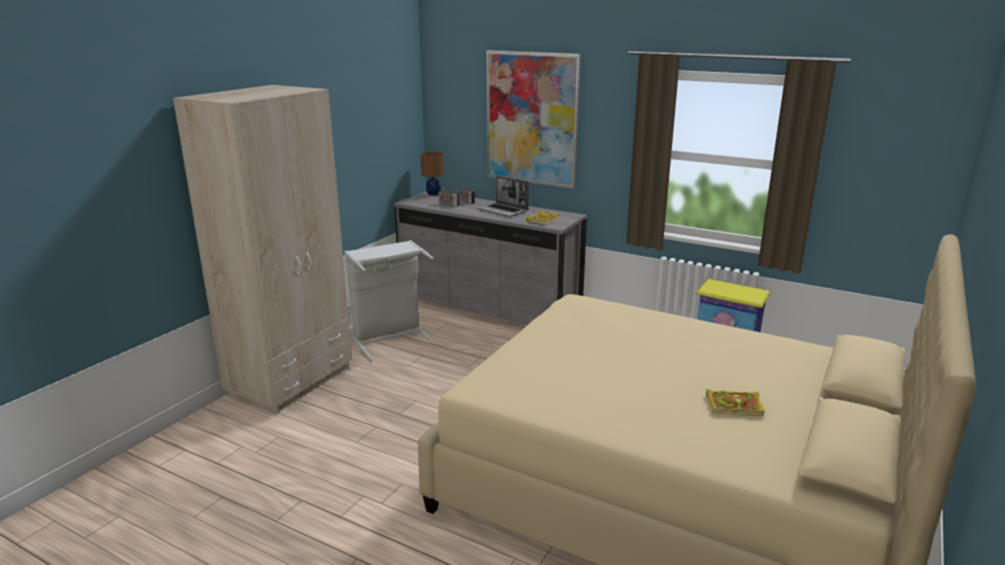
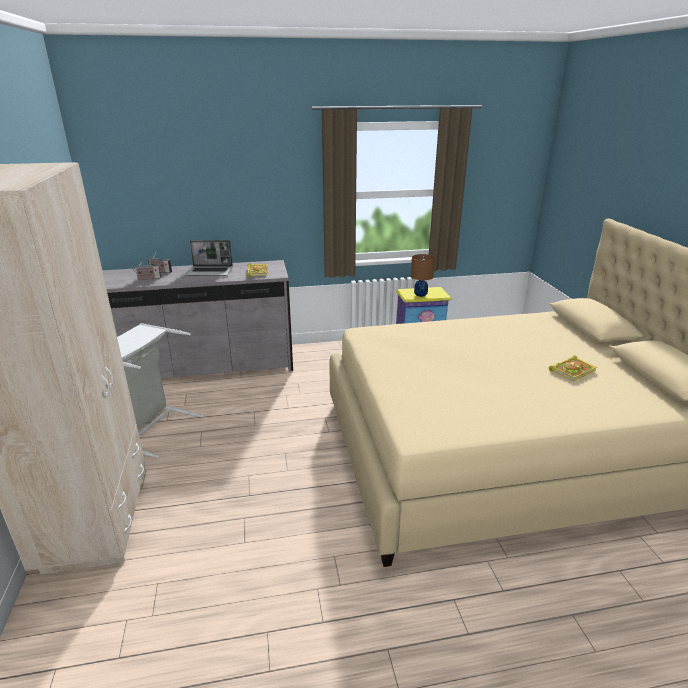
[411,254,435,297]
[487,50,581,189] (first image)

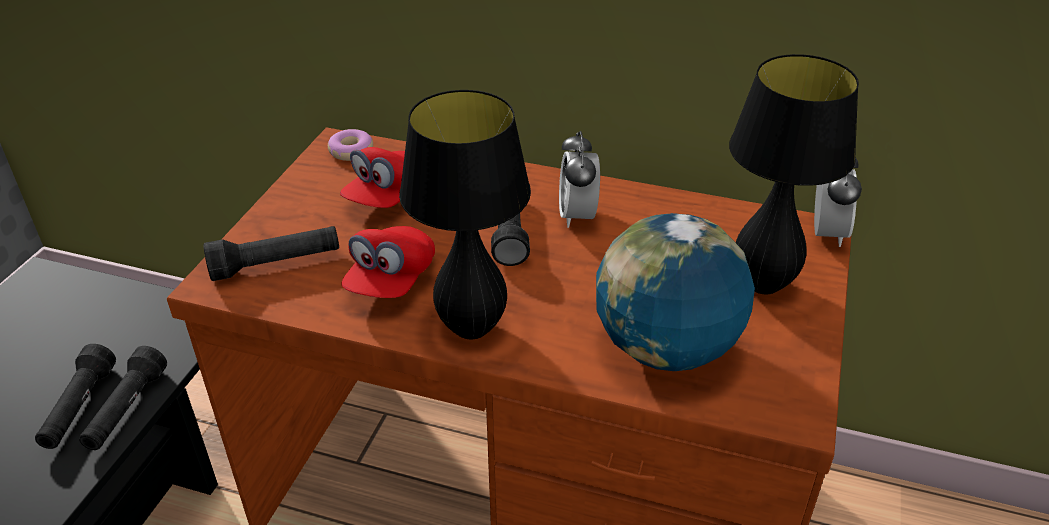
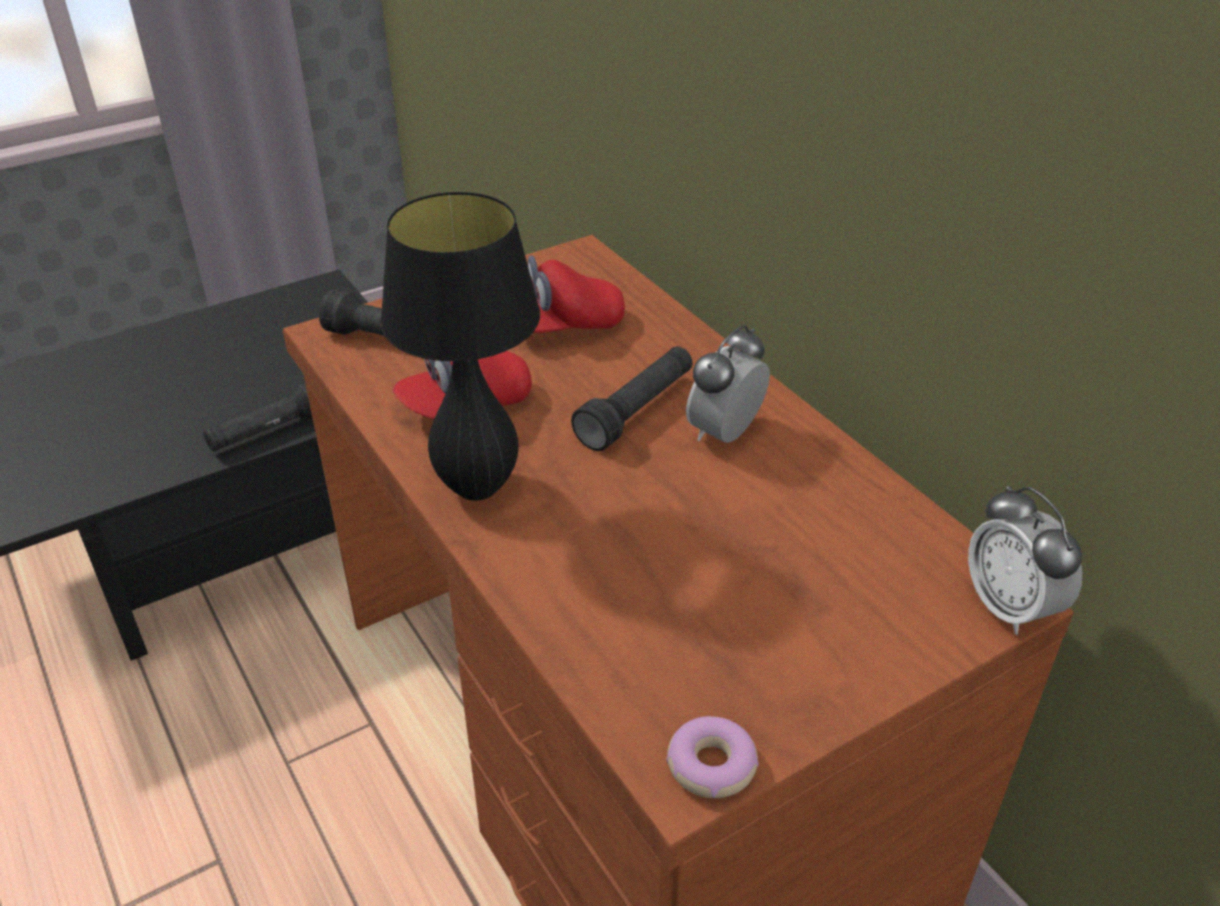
[35,344,116,449] (first image)
[667,716,759,798]
[596,213,755,371] (first image)
[729,54,859,294] (first image)
[968,486,1082,635]

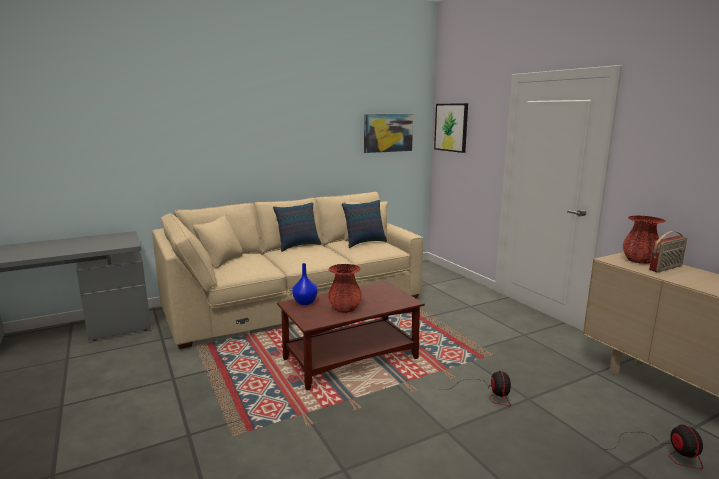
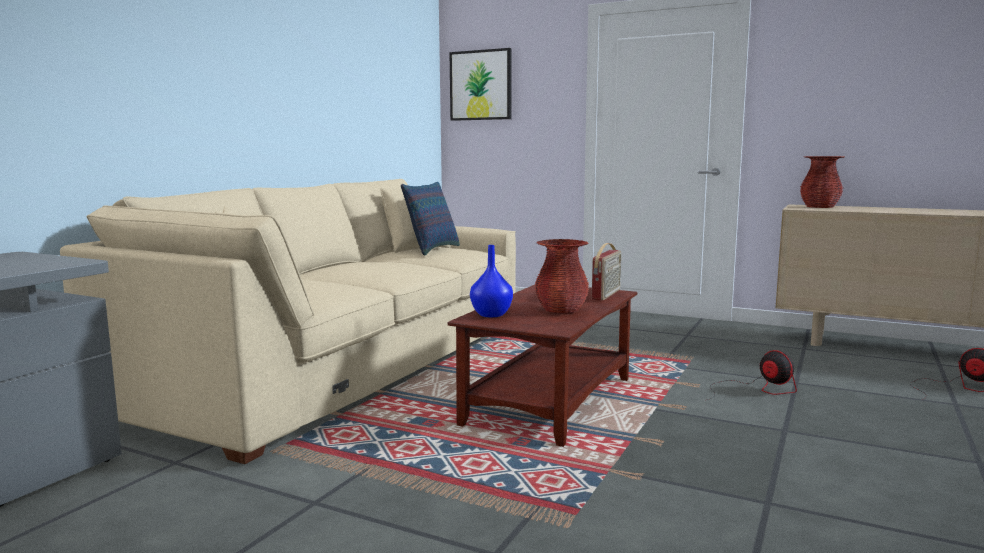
[273,202,321,252] (first image)
[364,114,413,153] (first image)
[592,243,621,301]

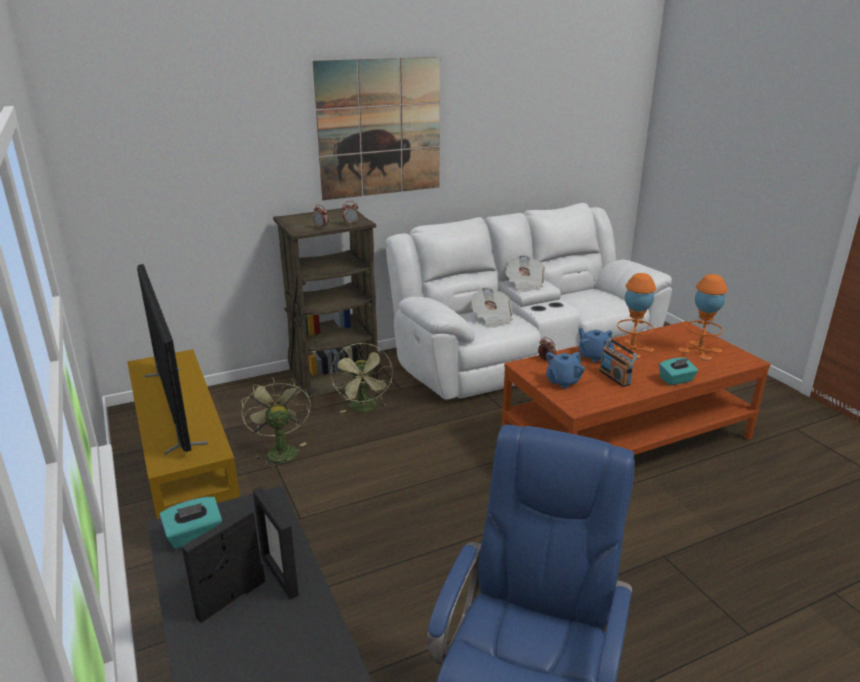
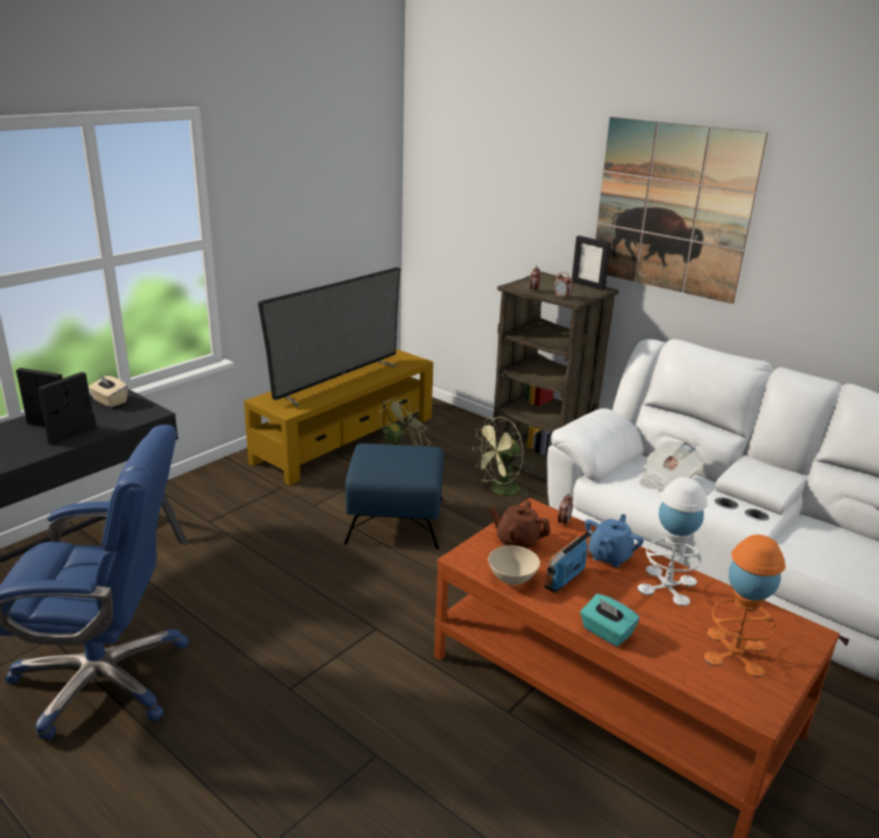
[88,374,128,407]
[505,255,545,292] (first image)
[489,501,551,549]
[638,477,708,606]
[344,443,444,549]
[488,546,540,585]
[572,236,611,290]

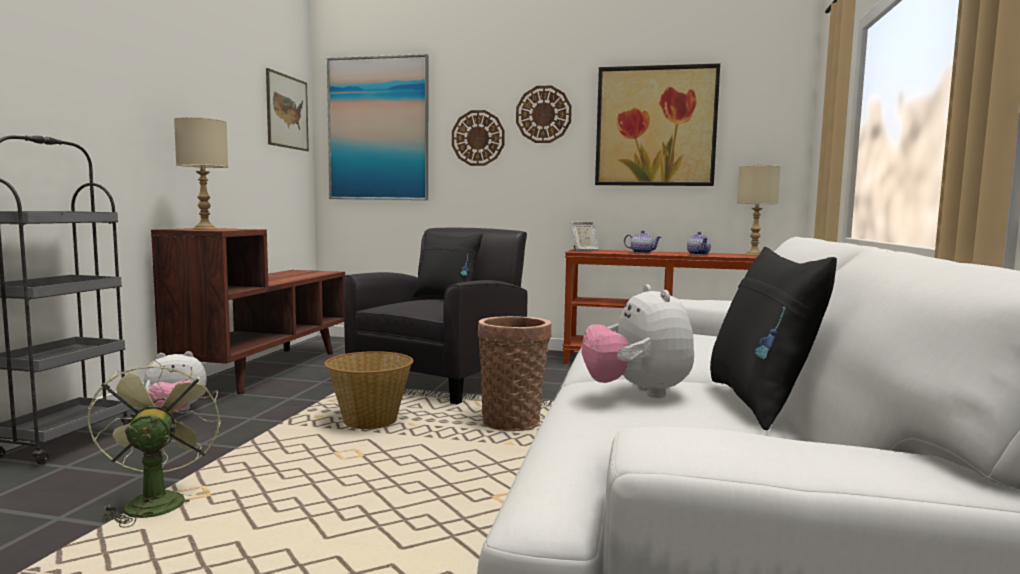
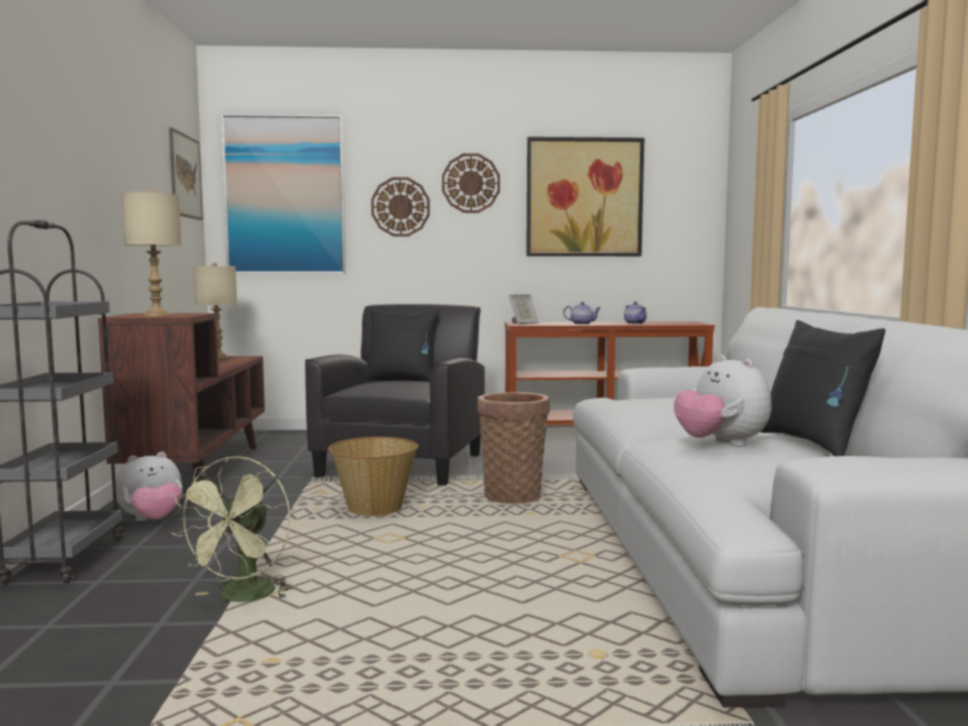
[171,456,294,602]
[193,262,237,359]

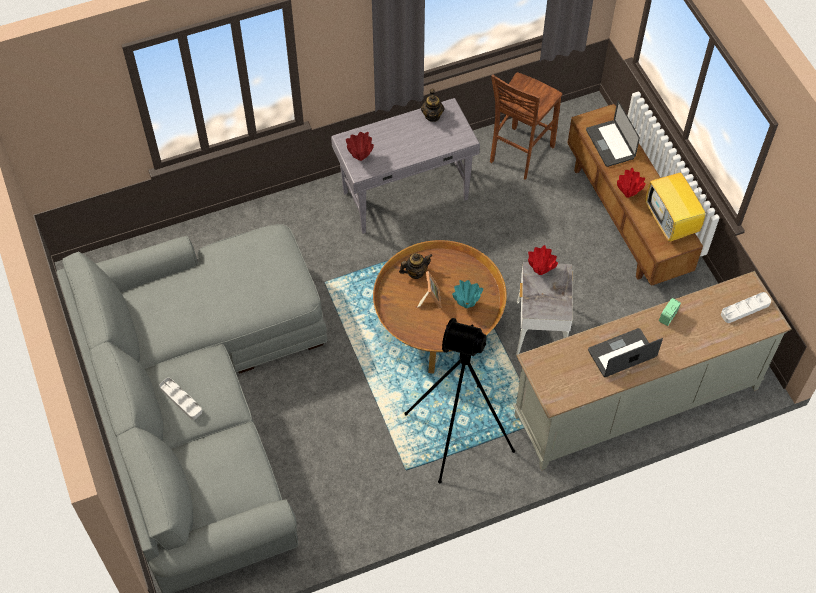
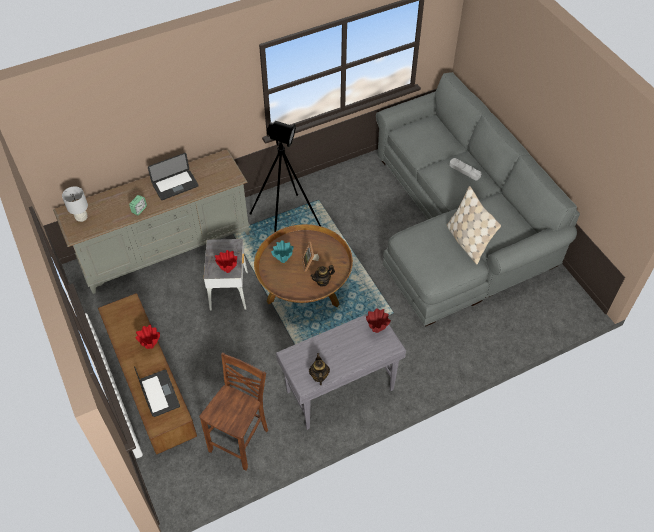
[645,172,707,242] (first image)
[62,186,88,222]
[447,186,501,264]

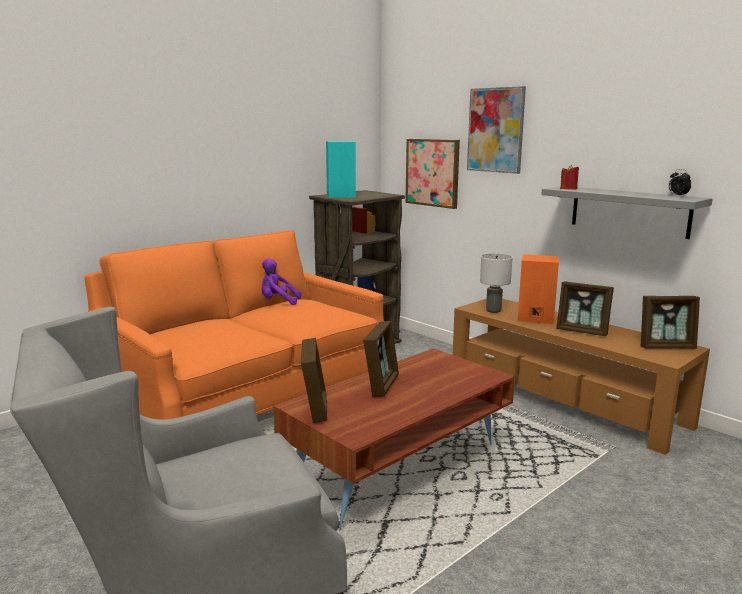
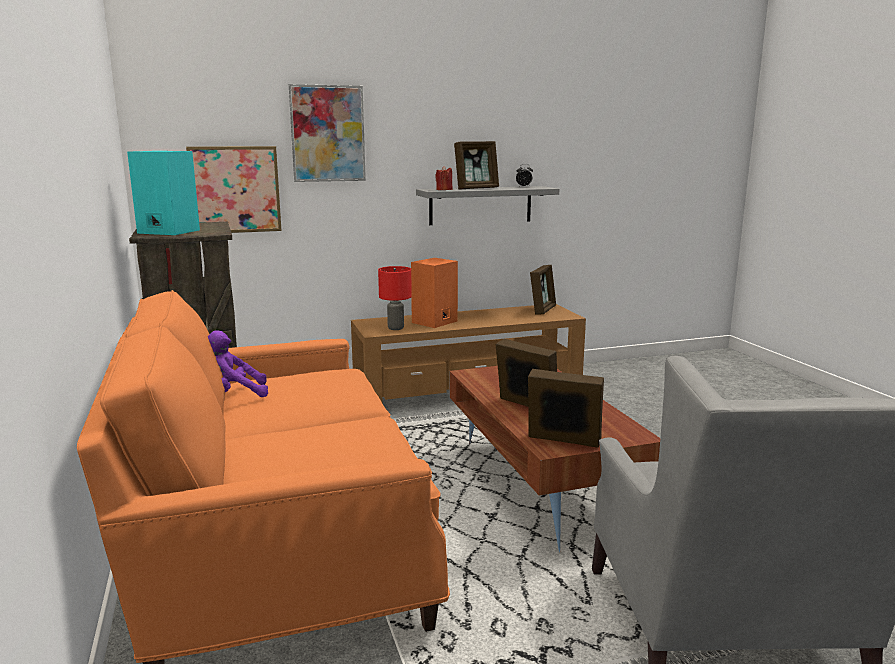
[208,330,268,397]
[378,266,412,330]
[454,141,499,190]

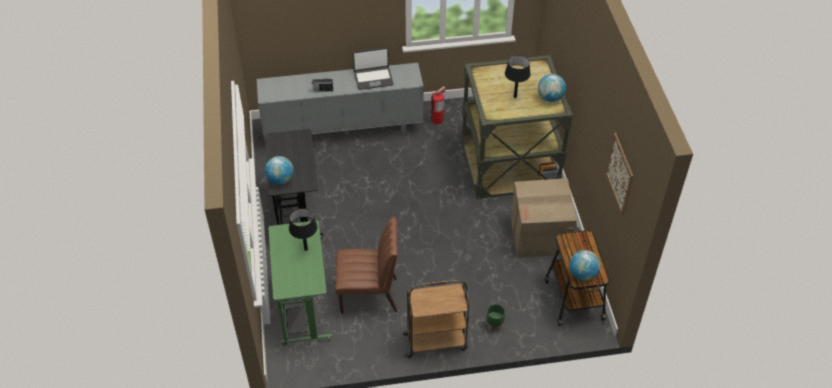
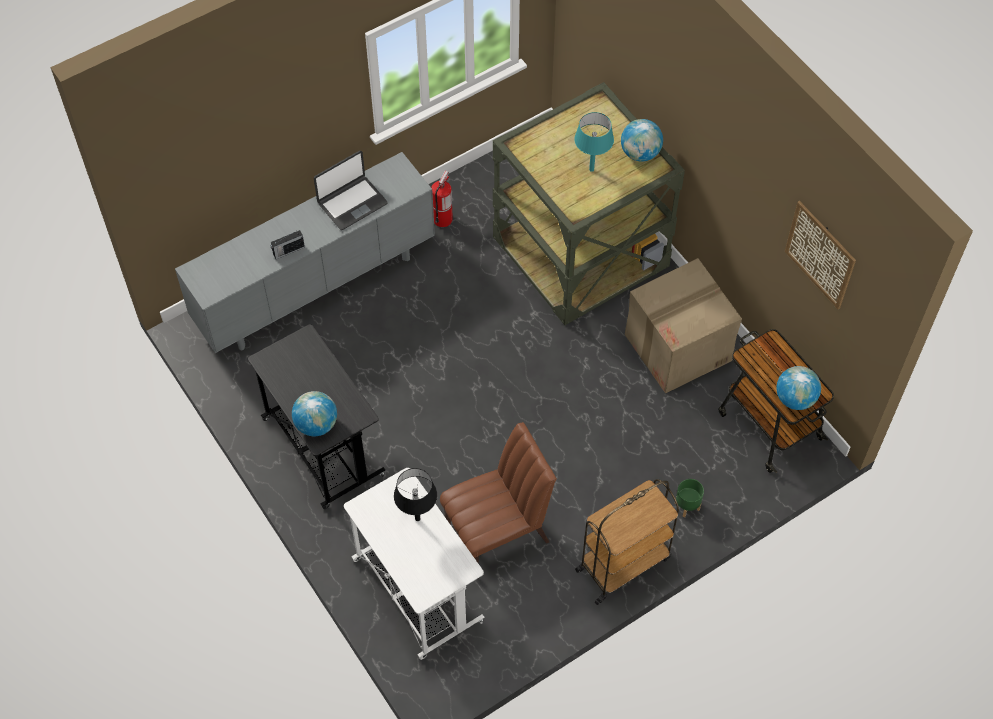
[344,468,484,660]
[574,112,614,172]

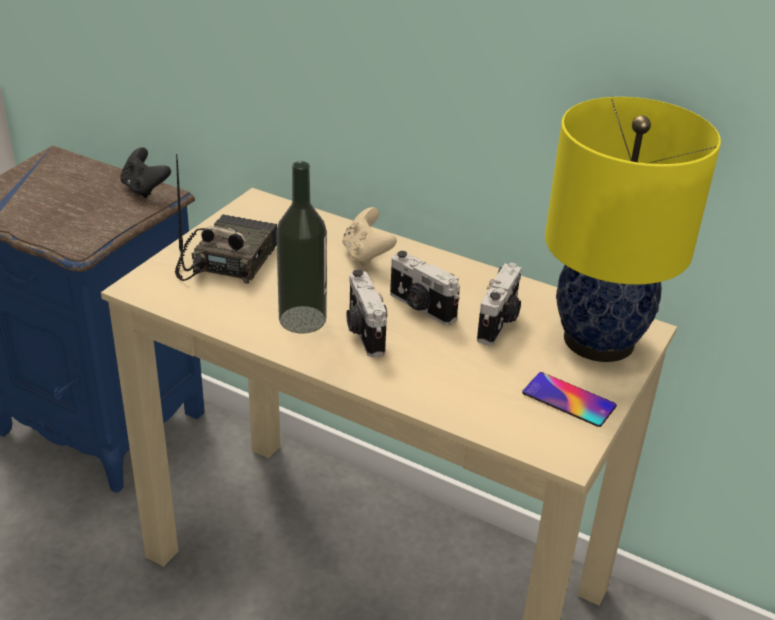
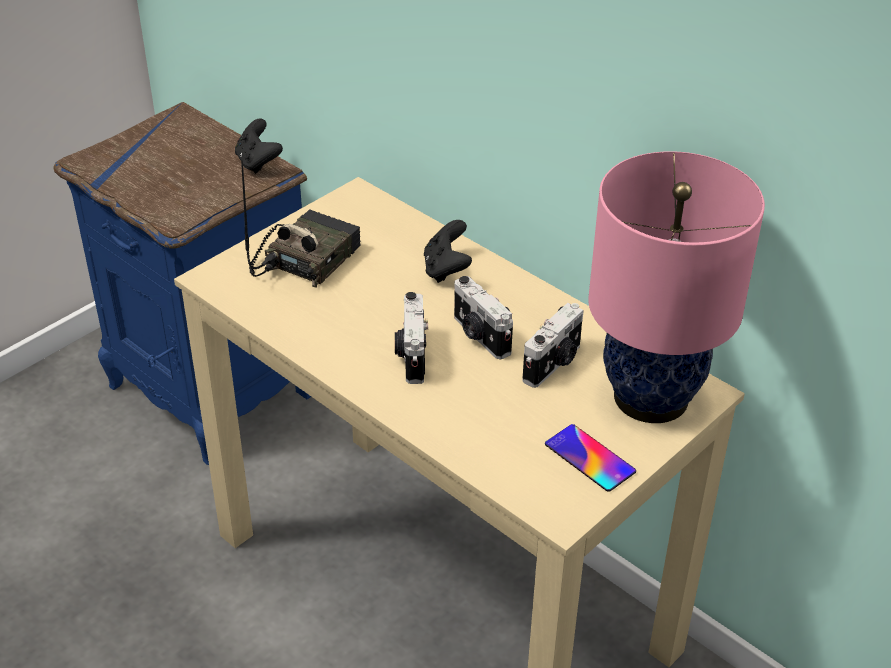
[276,161,327,334] (first image)
[424,220,472,283]
[588,151,765,423]

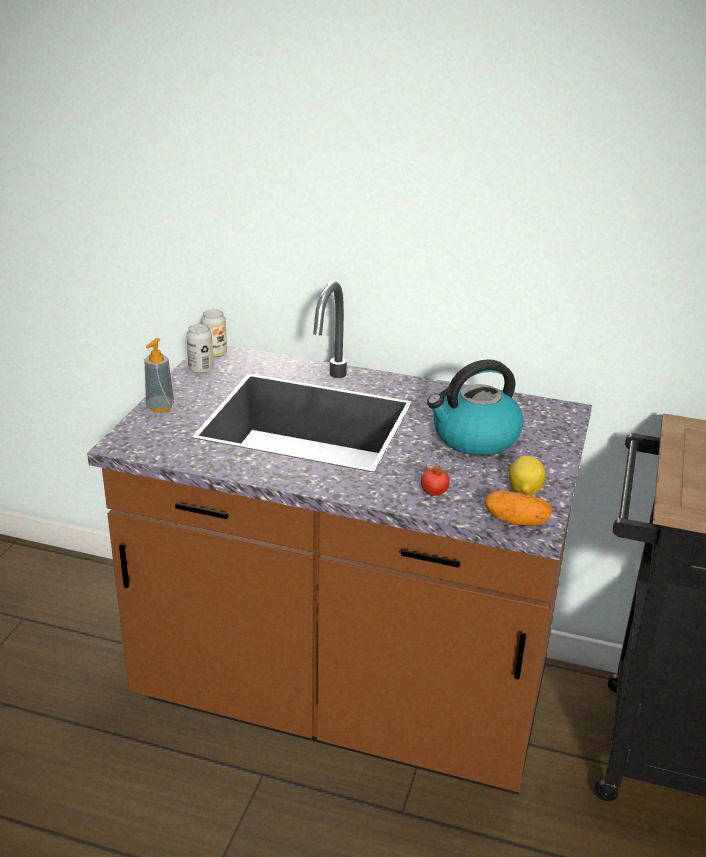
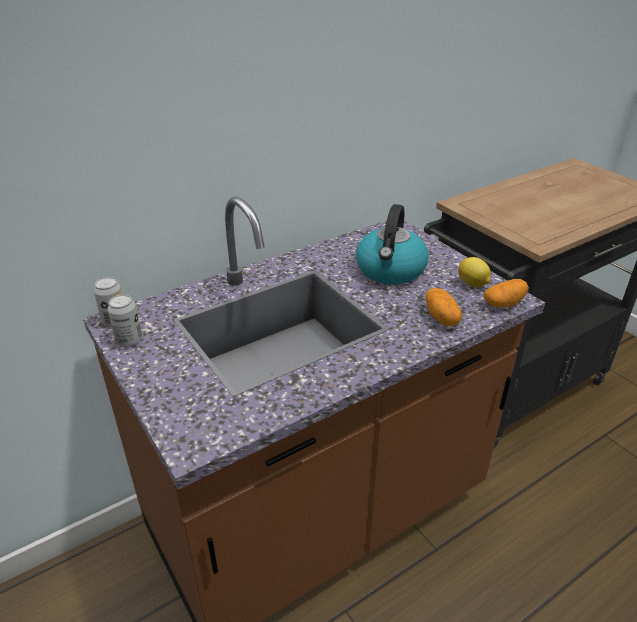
[144,338,174,412] (first image)
[425,288,462,326]

